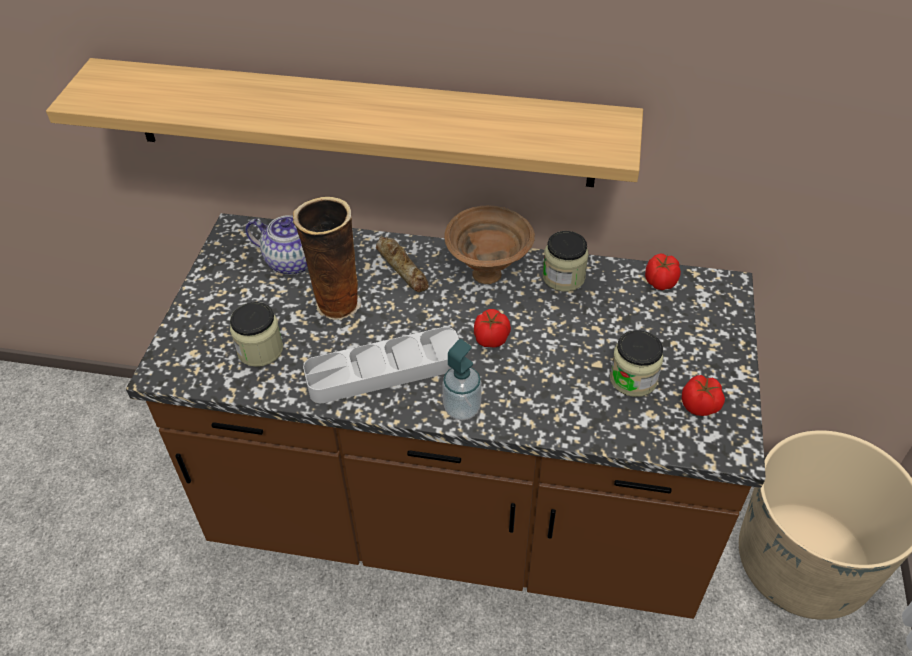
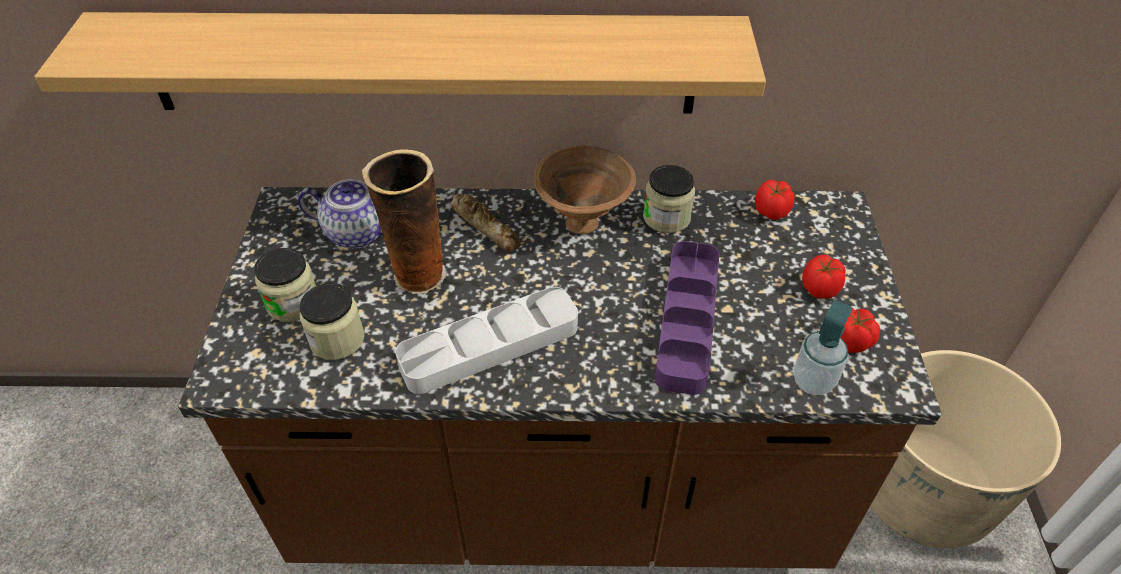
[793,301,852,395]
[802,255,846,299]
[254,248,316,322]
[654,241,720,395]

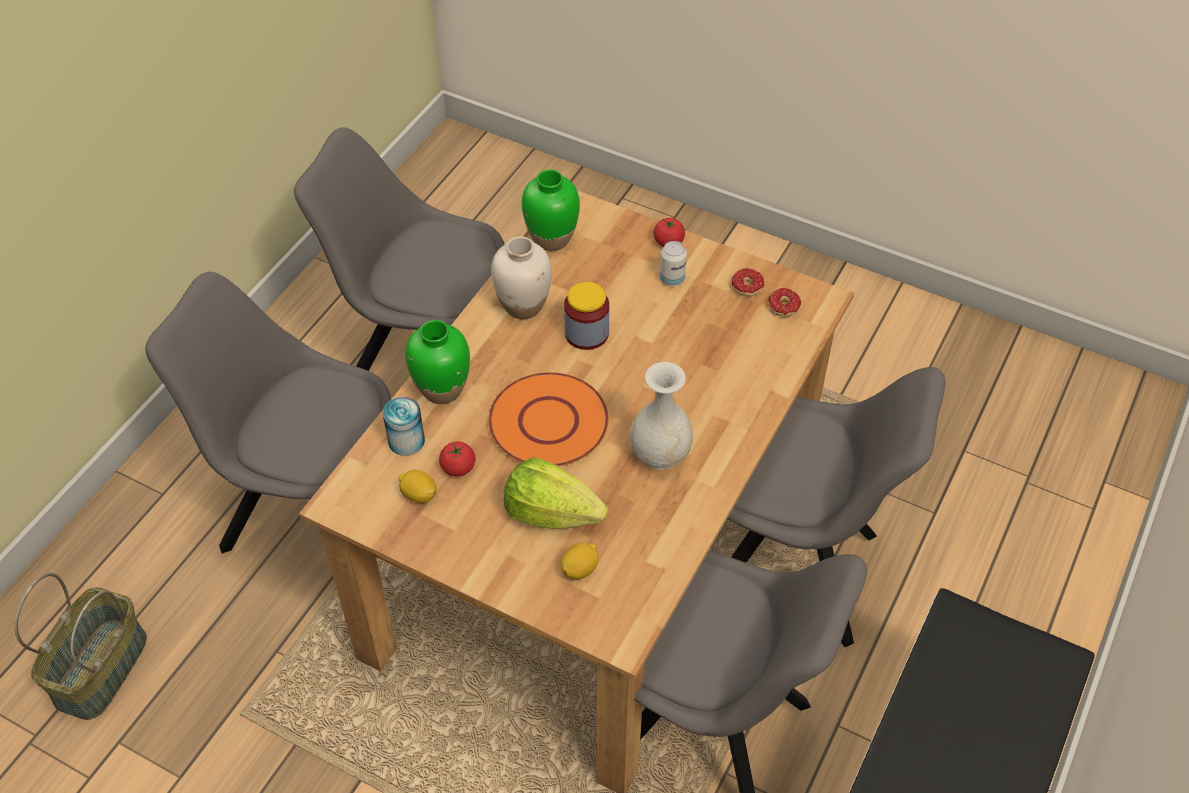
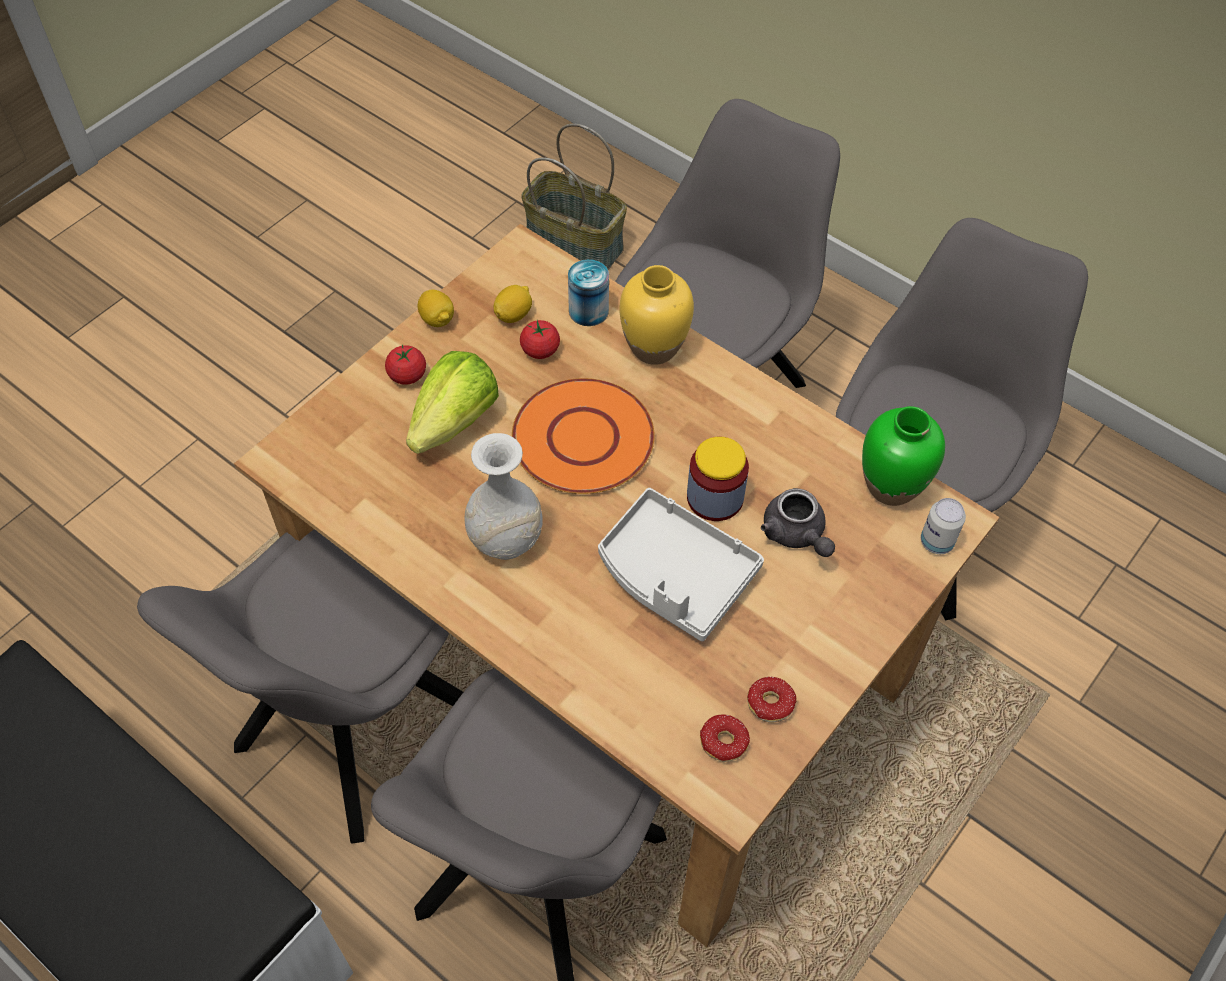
[619,265,694,365]
[491,236,552,319] (first image)
[418,289,454,327]
[385,344,426,385]
[921,498,966,554]
[598,488,764,641]
[761,488,835,557]

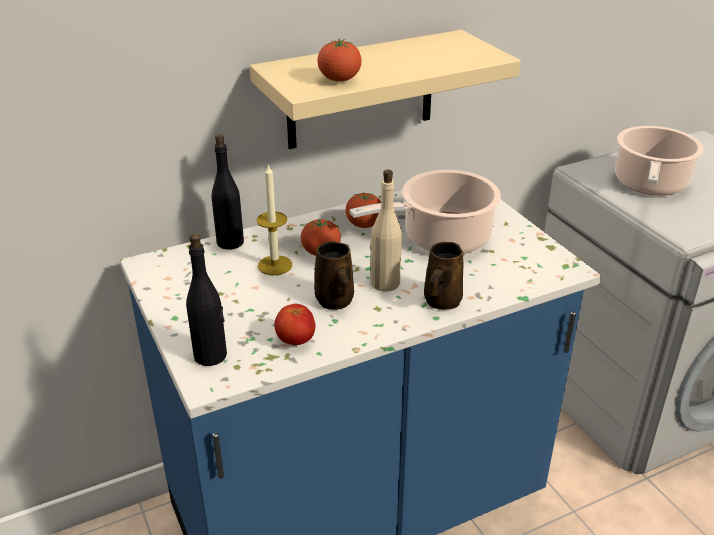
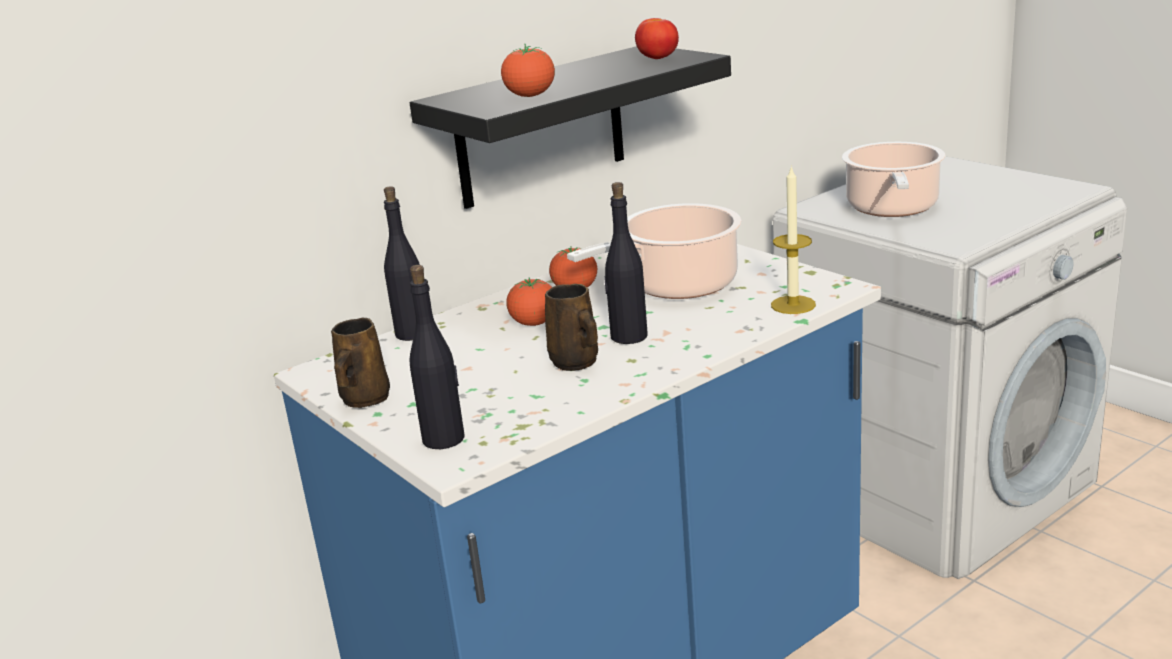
[410,46,731,209]
[771,165,816,314]
[635,18,679,59]
[604,182,647,344]
[331,318,390,408]

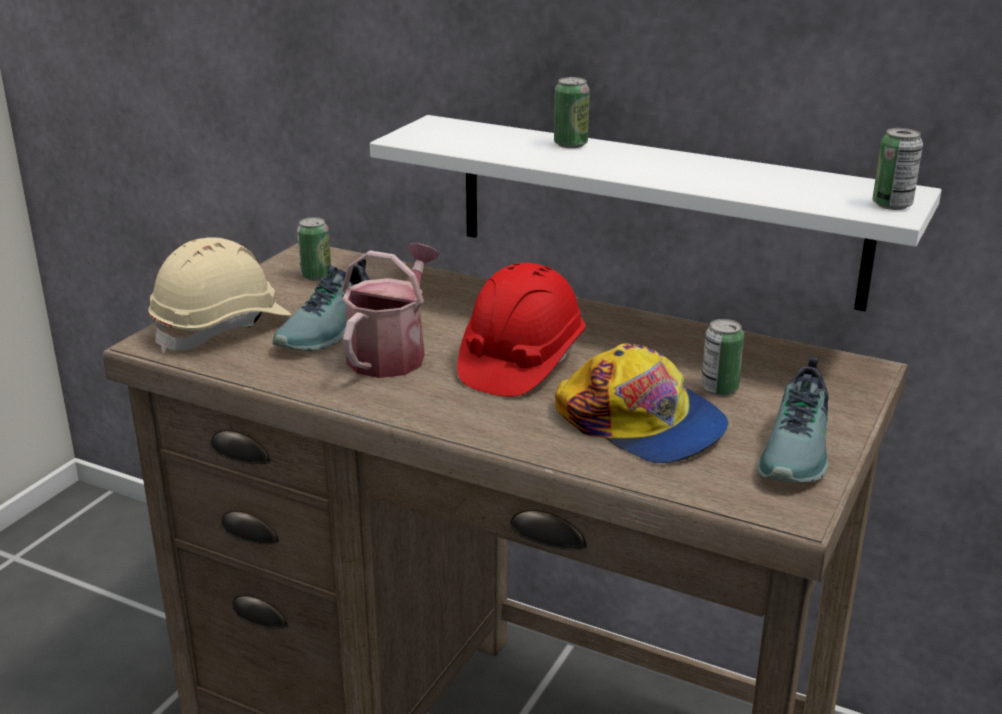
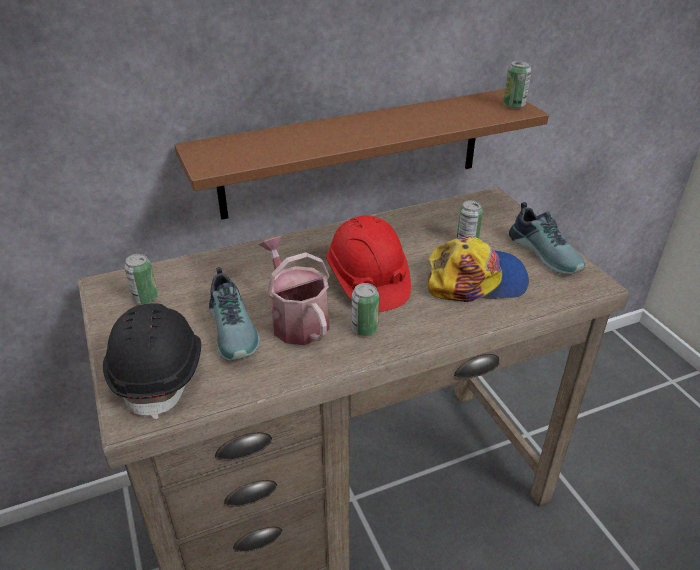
[103,303,201,419]
[175,89,549,220]
[352,283,379,336]

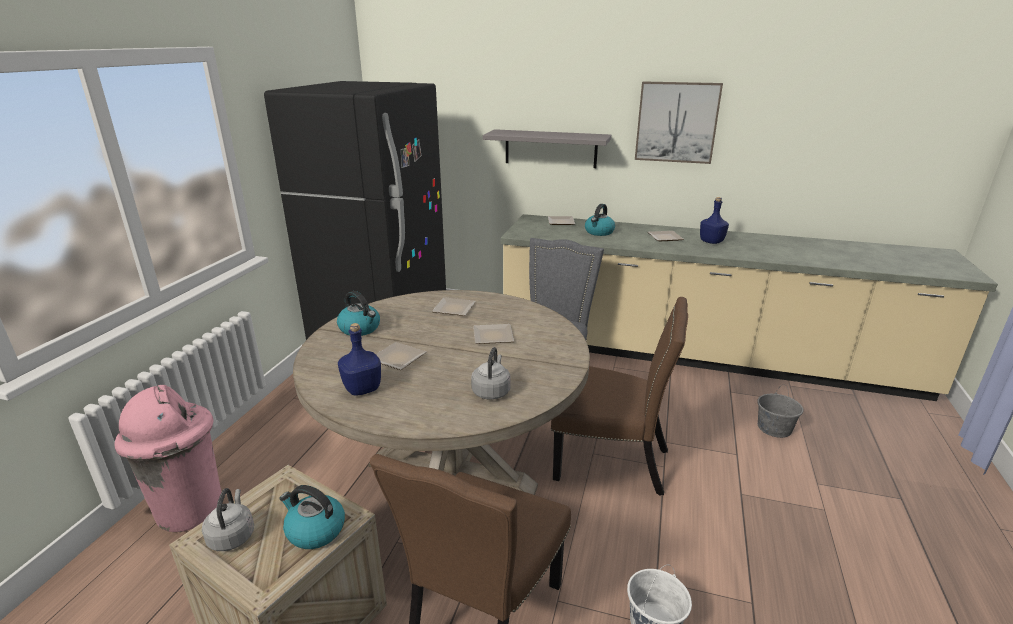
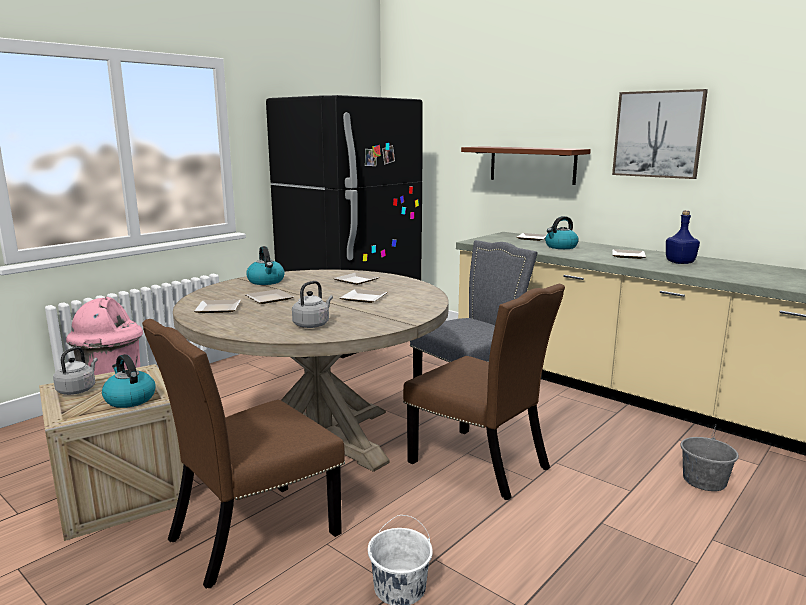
[194,299,241,313]
[461,146,591,185]

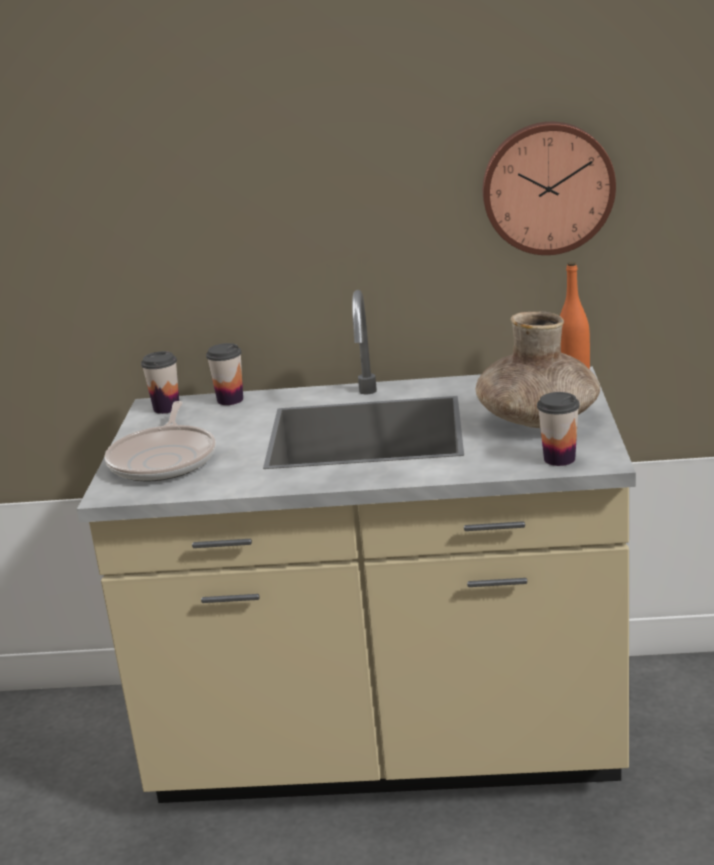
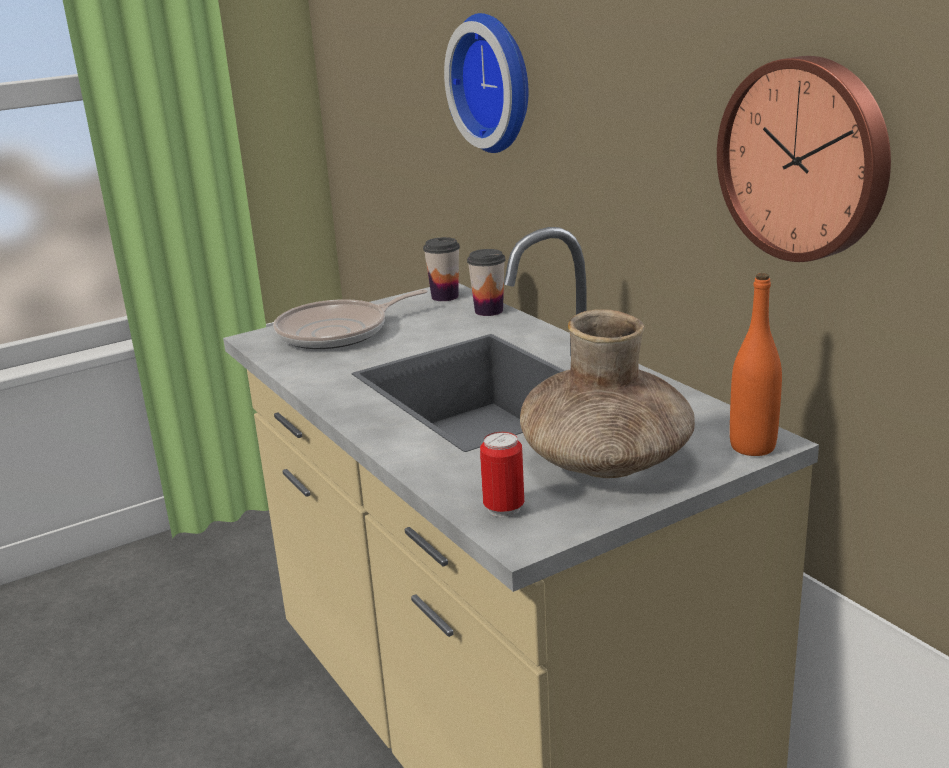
[480,432,524,517]
[444,13,528,153]

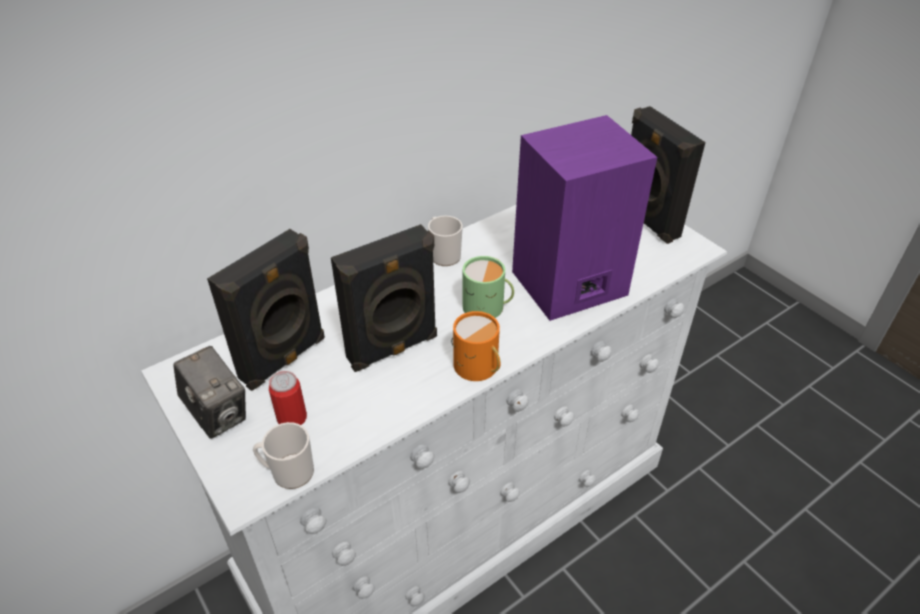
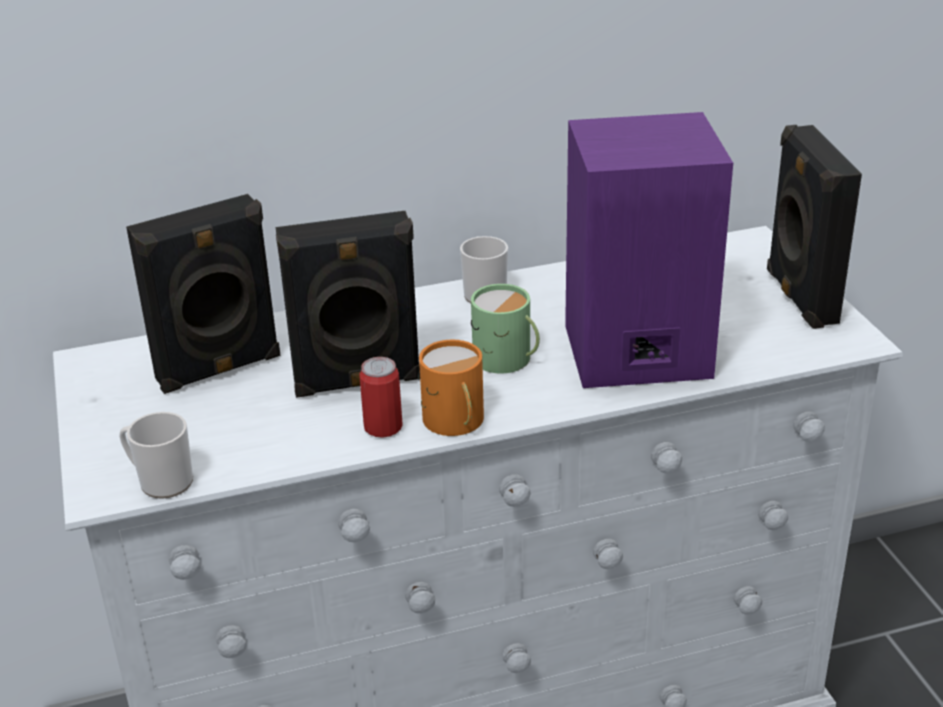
[173,346,246,439] (first image)
[359,357,403,438]

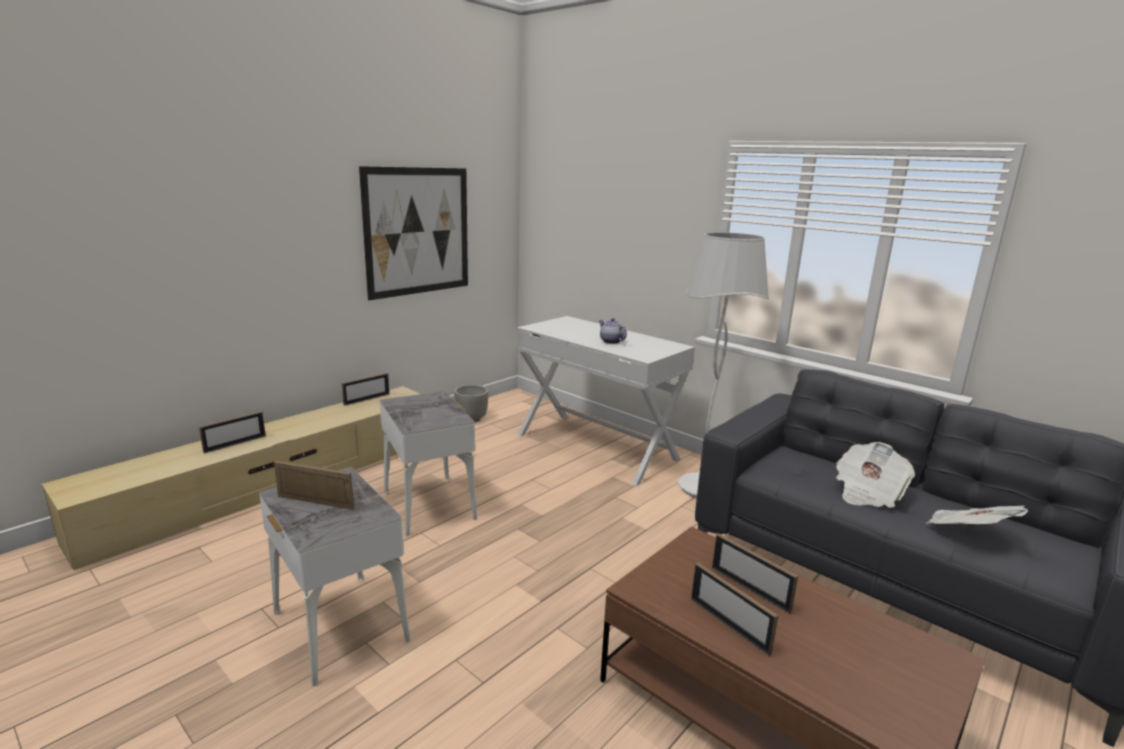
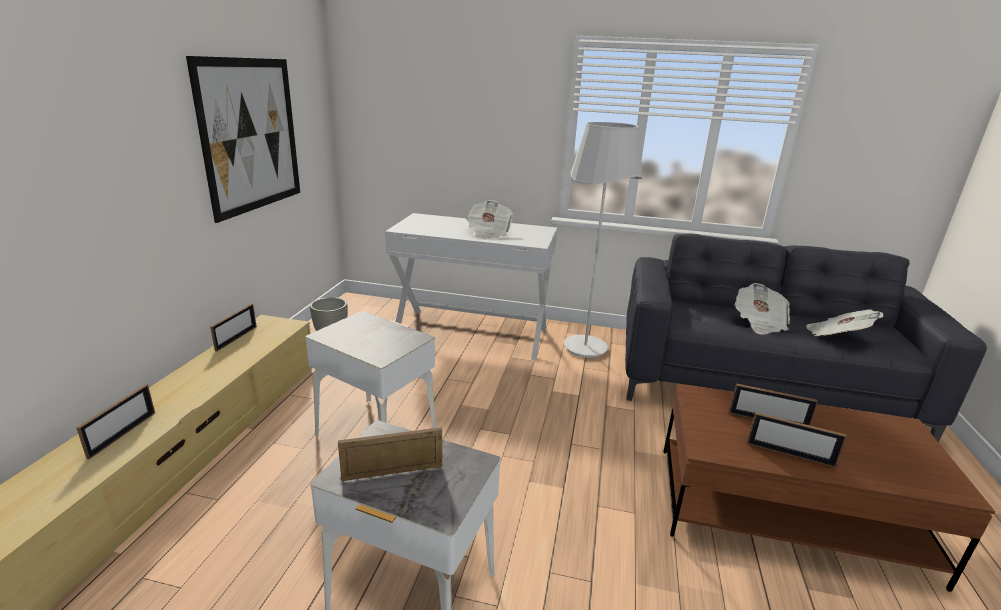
[466,200,514,240]

